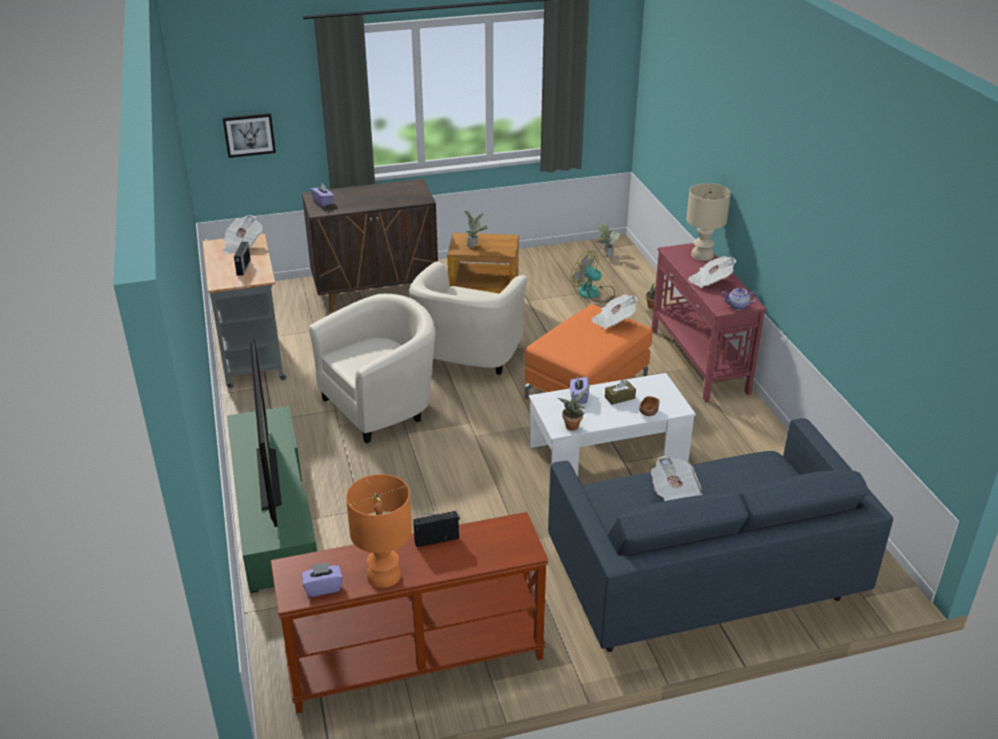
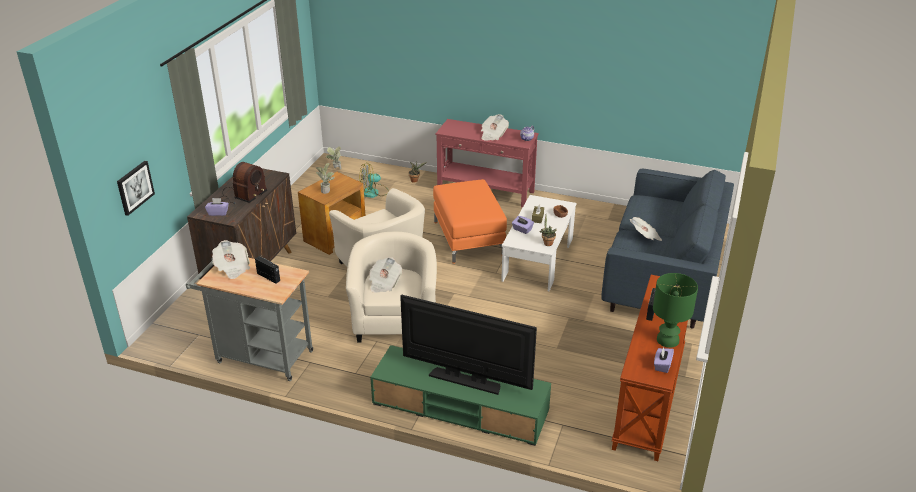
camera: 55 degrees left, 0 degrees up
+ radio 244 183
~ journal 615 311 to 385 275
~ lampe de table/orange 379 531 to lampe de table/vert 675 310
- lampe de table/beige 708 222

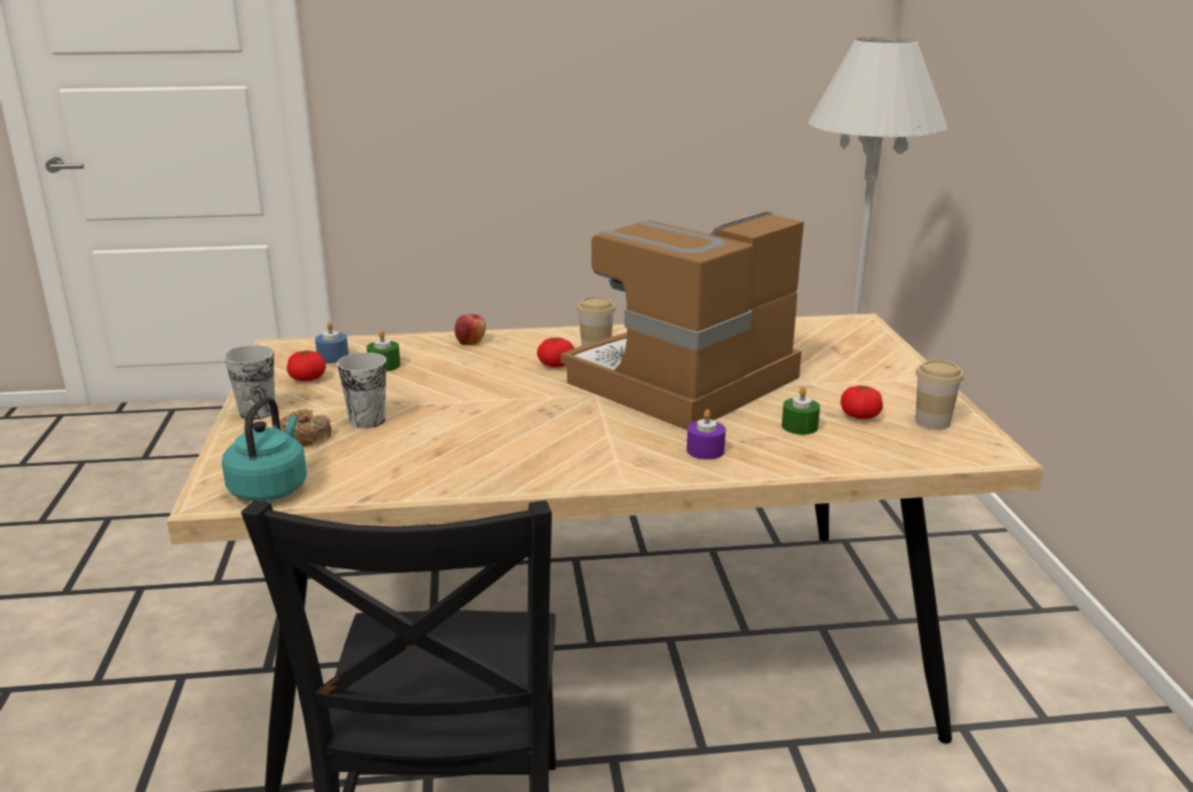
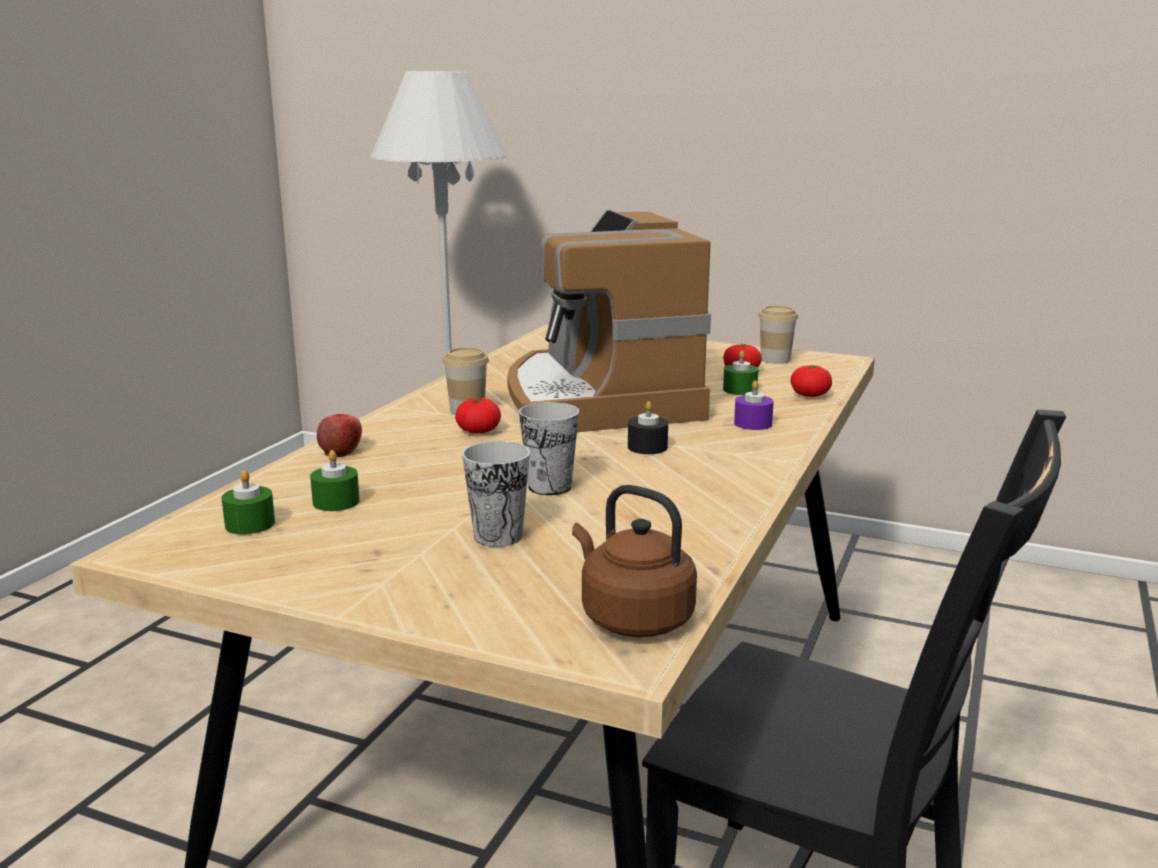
camera: 60 degrees left, 5 degrees down
~ bougie/bleu 332 342 to bougie/vert 248 502
~ tasse 249 382 to 549 448
~ bouilloire/turquoise 264 449 to bouilloire/marron 634 561
+ bougie/noir 648 427
~ tomate 306 366 to 811 381
- beignet 305 427

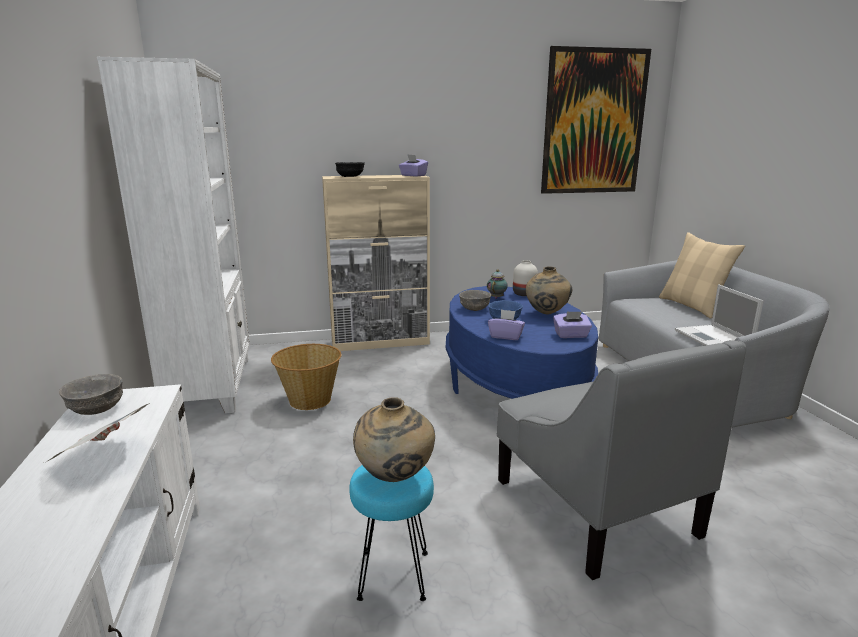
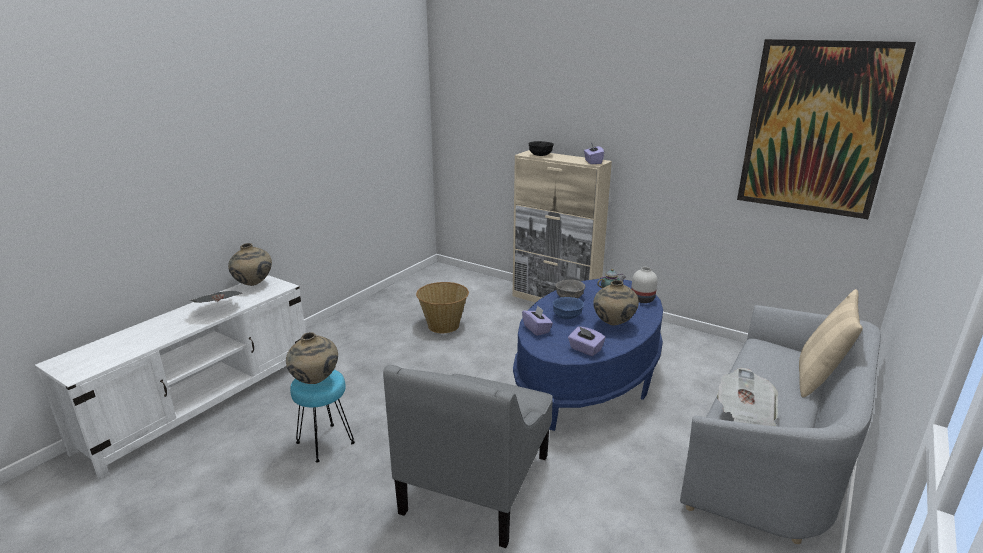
camera: 45 degrees right, 5 degrees up
~ bol/gris 91 394 to vase/beige 250 264
~ ordinateur portable 719 315 to journal 747 397
- bibliothèque/blanc 173 235

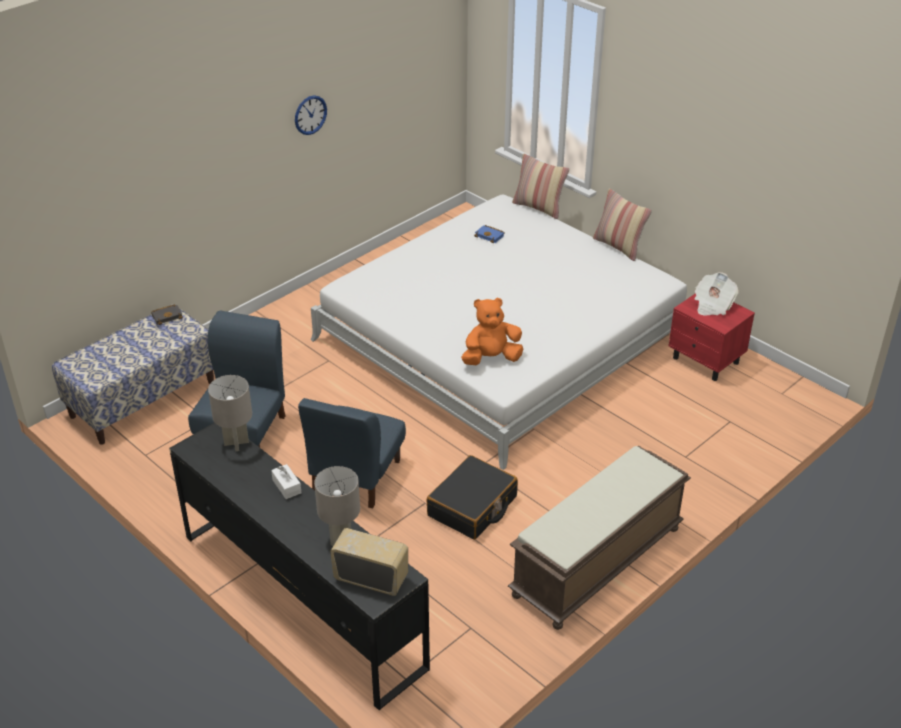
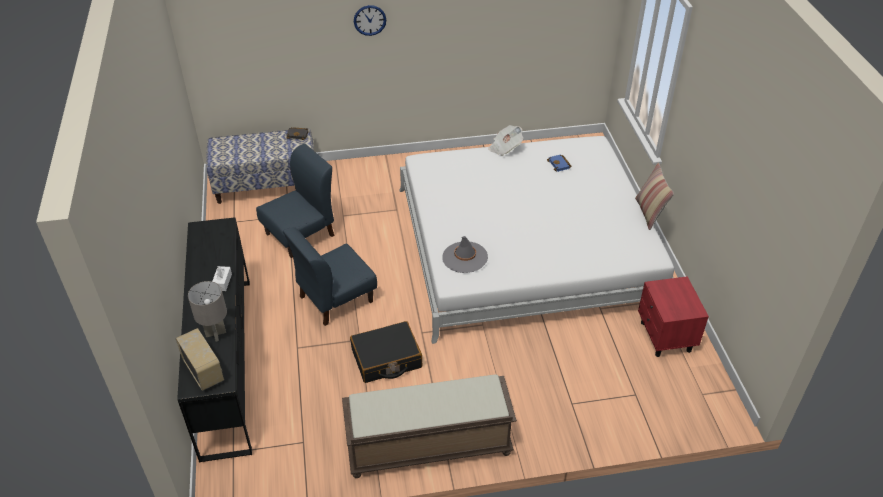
camera: 35 degrees right, 5 degrees up
~ horloge murale 311 115 to 370 20
~ peluche/orange 492 331 to chapeau/gris 465 254
~ journal 716 294 to 505 140
- lampe de table/gris 230 413
- coussin 540 186

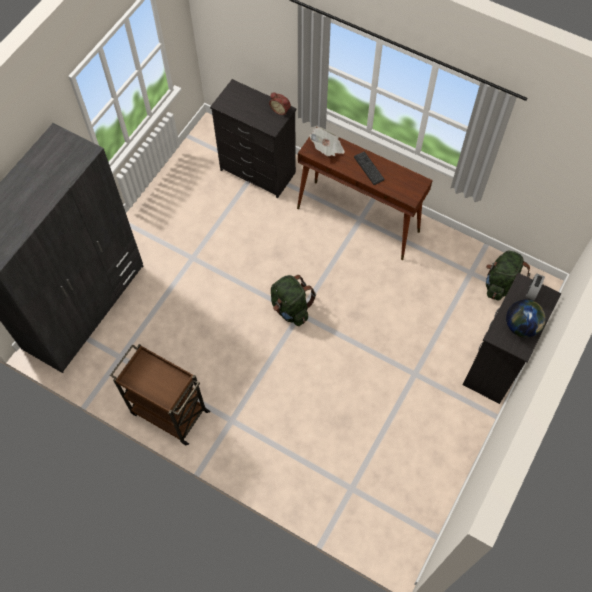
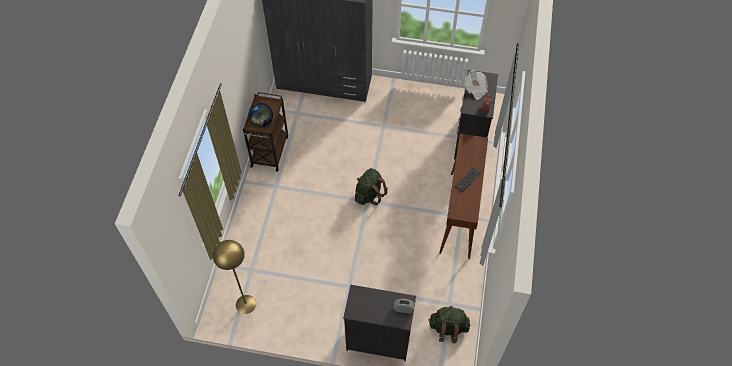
camera: 70 degrees right, 5 degrees down
+ lampadaire/jaune 234 277
~ globe 526 318 to 260 115
~ journal 327 142 to 476 85

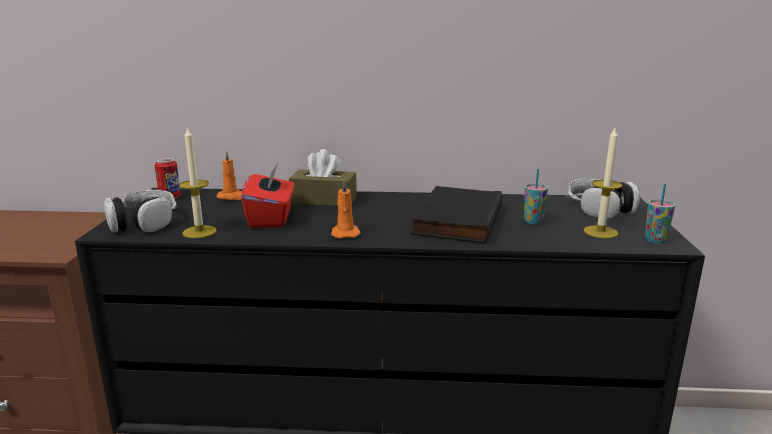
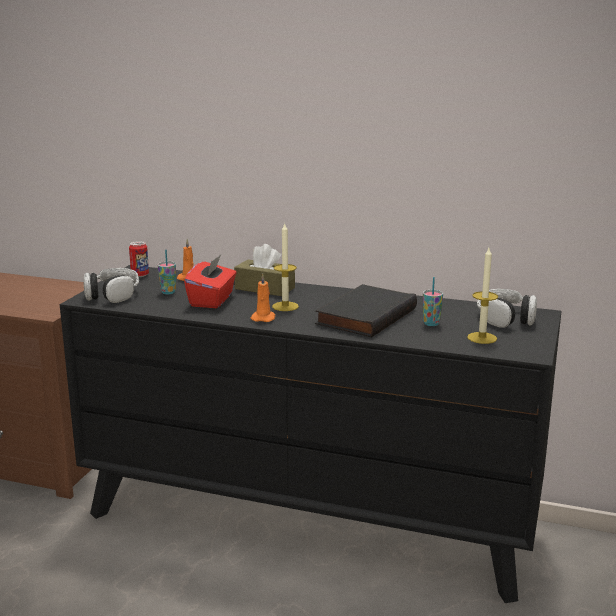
camera: 15 degrees right, 0 degrees up
~ tasse 660 214 to 166 272
~ bougie 198 182 to 285 267

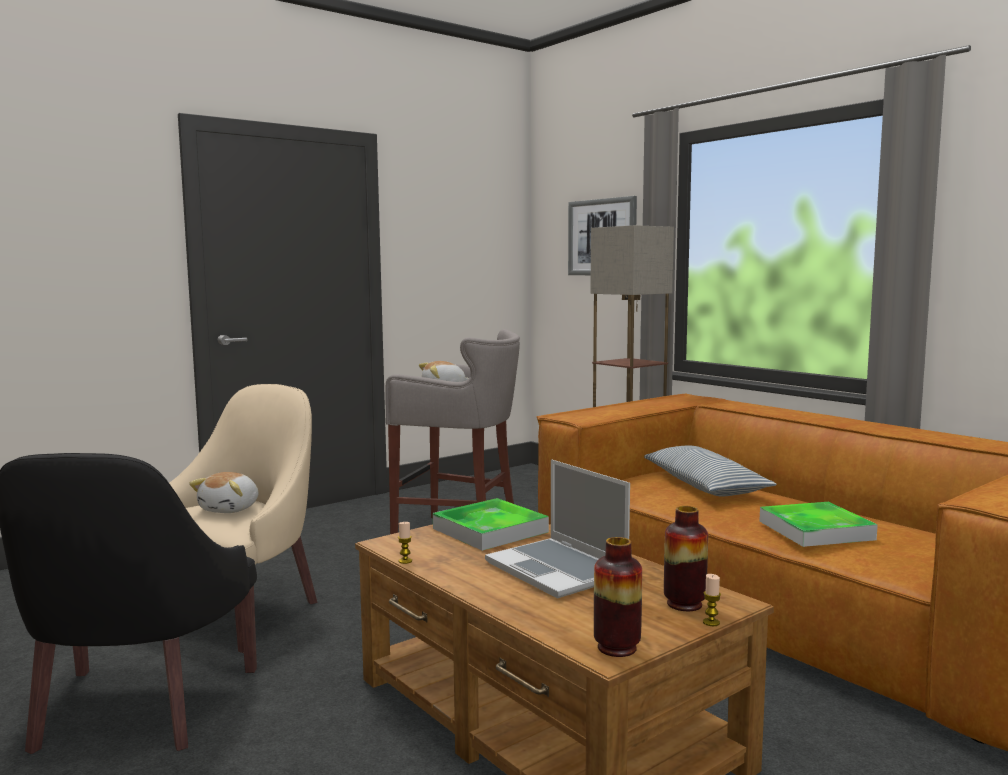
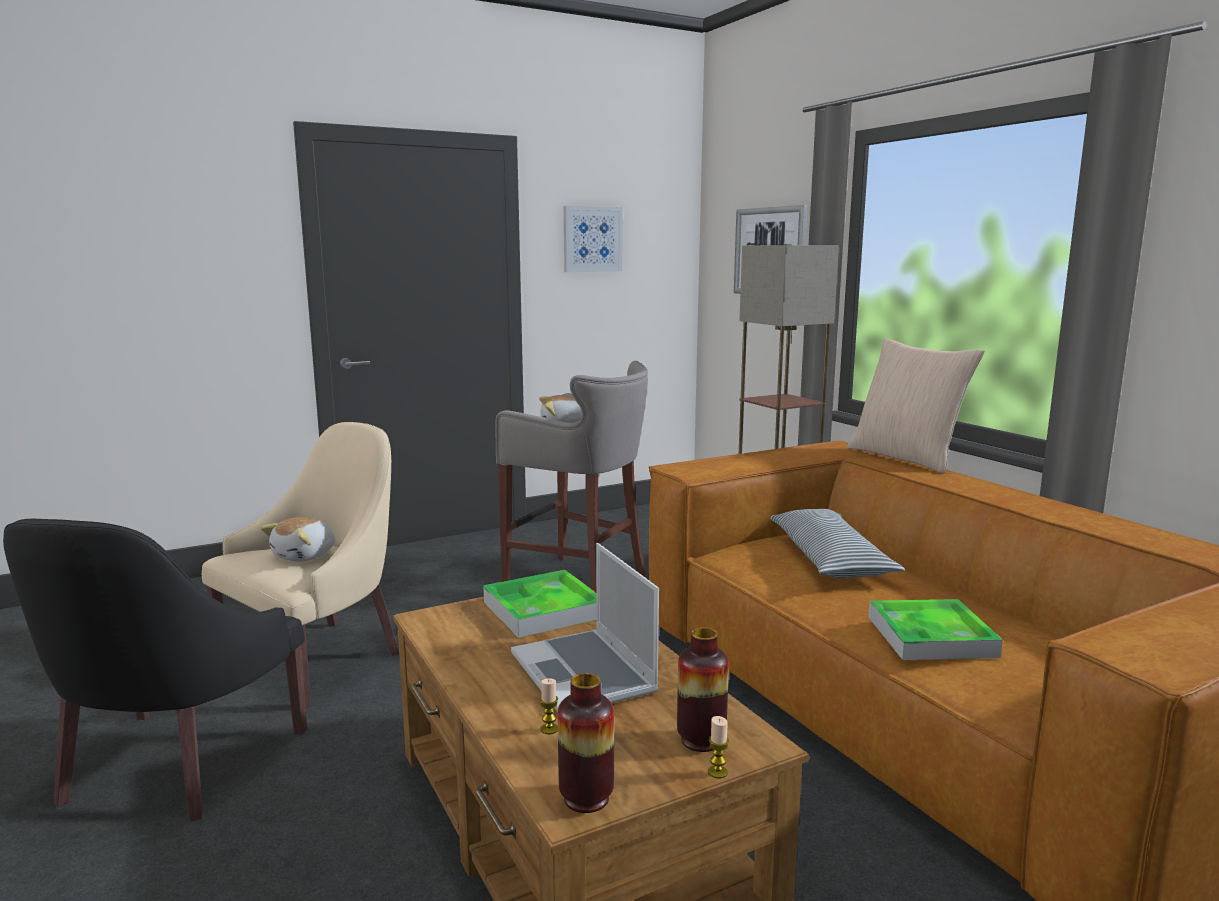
camera: 10 degrees right, 5 degrees up
~ bougie 405 543 to 548 706
+ tableau 593 239
+ coussin/beige 916 406

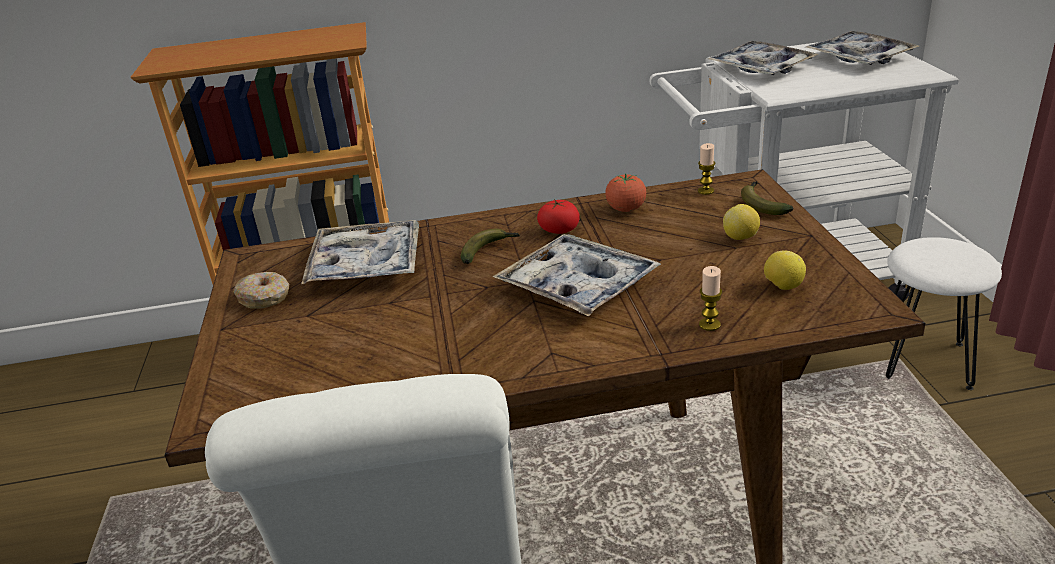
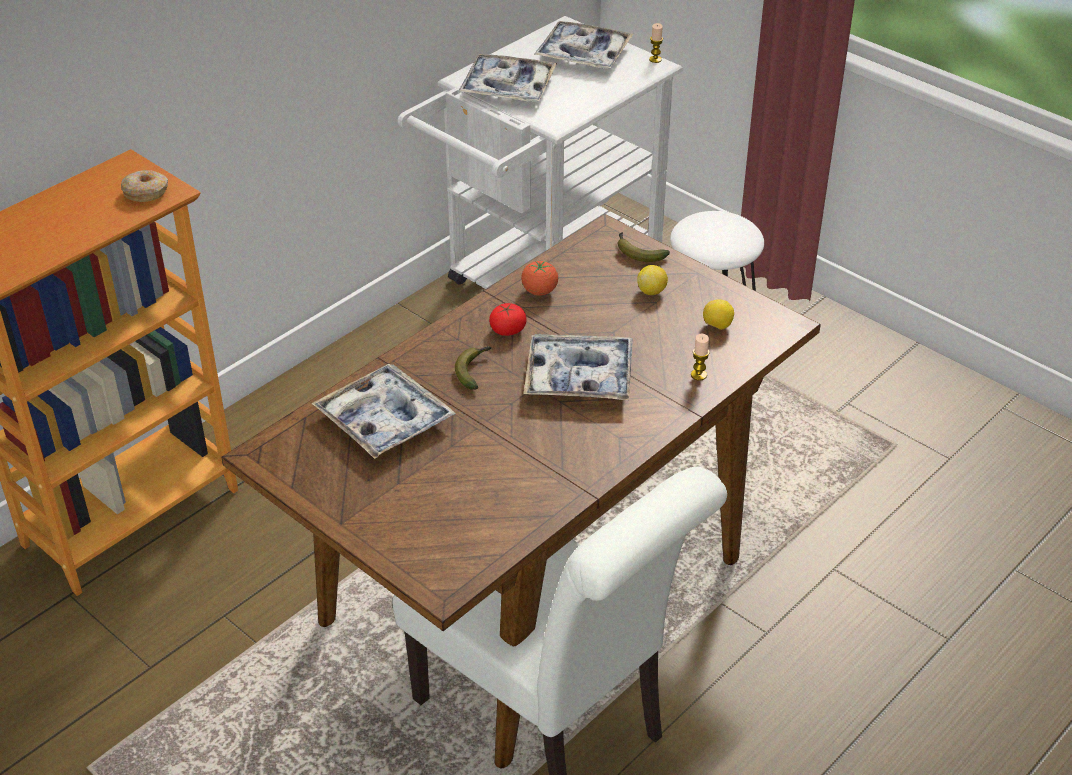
camera: 40 degrees left, 10 degrees up
~ beignet 261 290 to 144 186
~ bougie 706 169 to 656 43

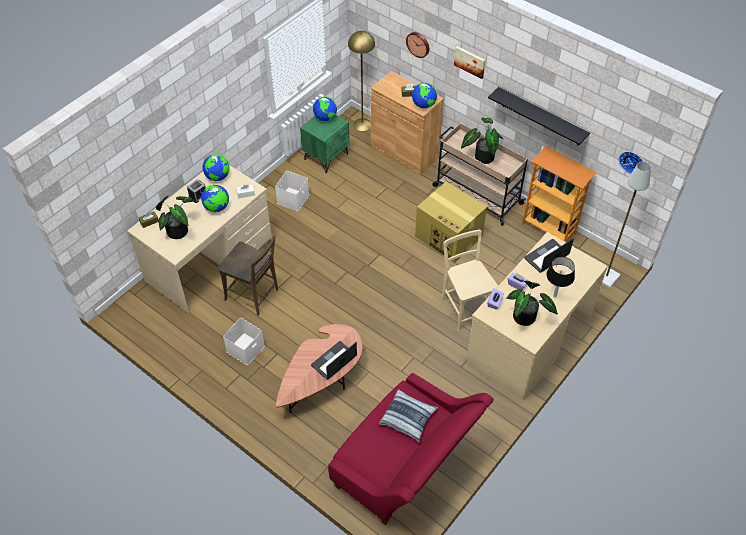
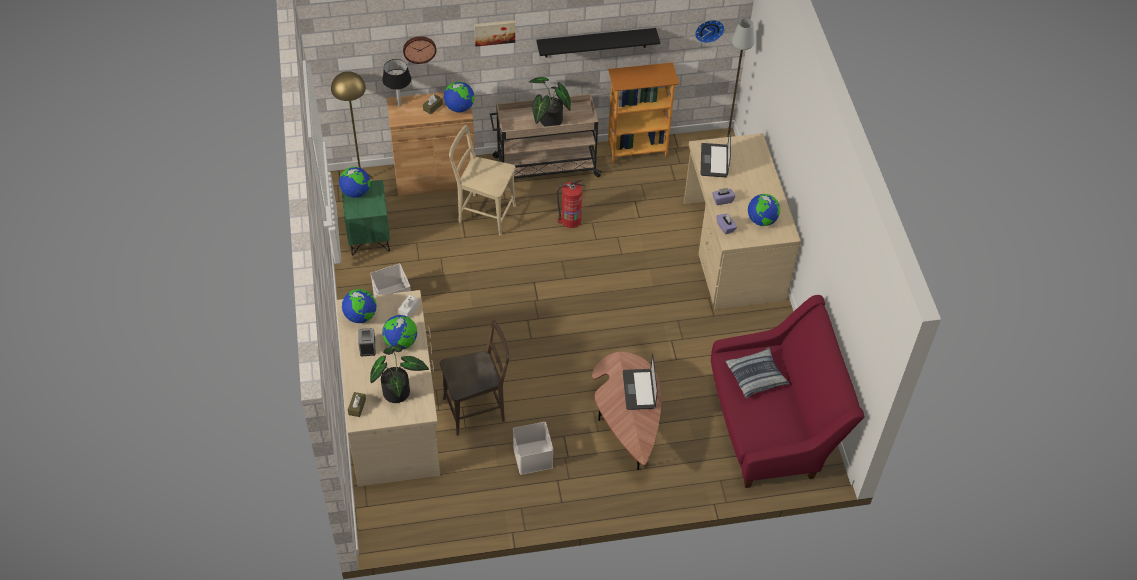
camera: 50 degrees left, 0 degrees up
~ lampe de table/noir 560 277 to 396 82
~ chaise/beige 469 280 to 482 180
~ carton 451 222 to extincteur 571 203
~ plante en pot 532 303 to globe 764 210

